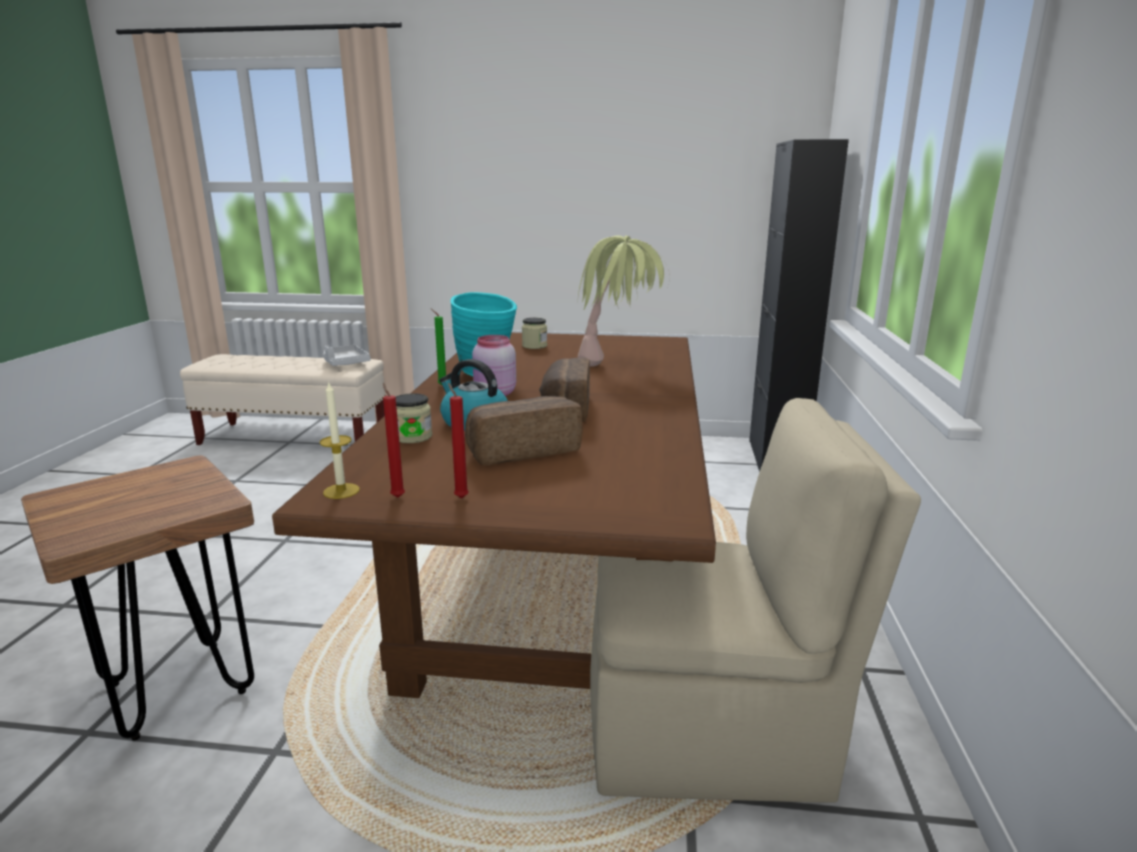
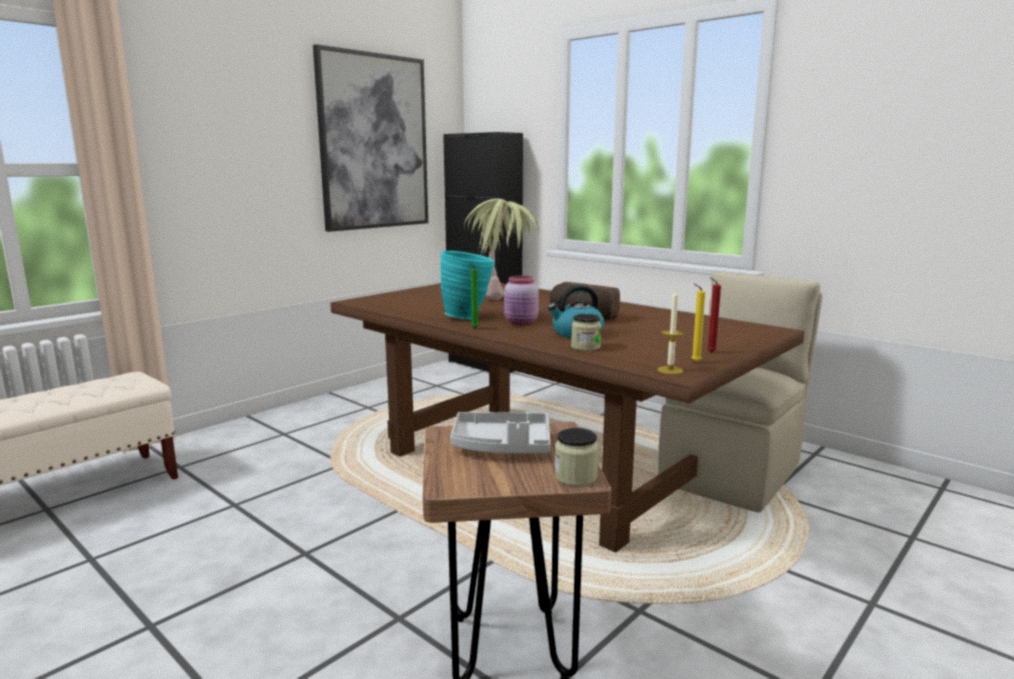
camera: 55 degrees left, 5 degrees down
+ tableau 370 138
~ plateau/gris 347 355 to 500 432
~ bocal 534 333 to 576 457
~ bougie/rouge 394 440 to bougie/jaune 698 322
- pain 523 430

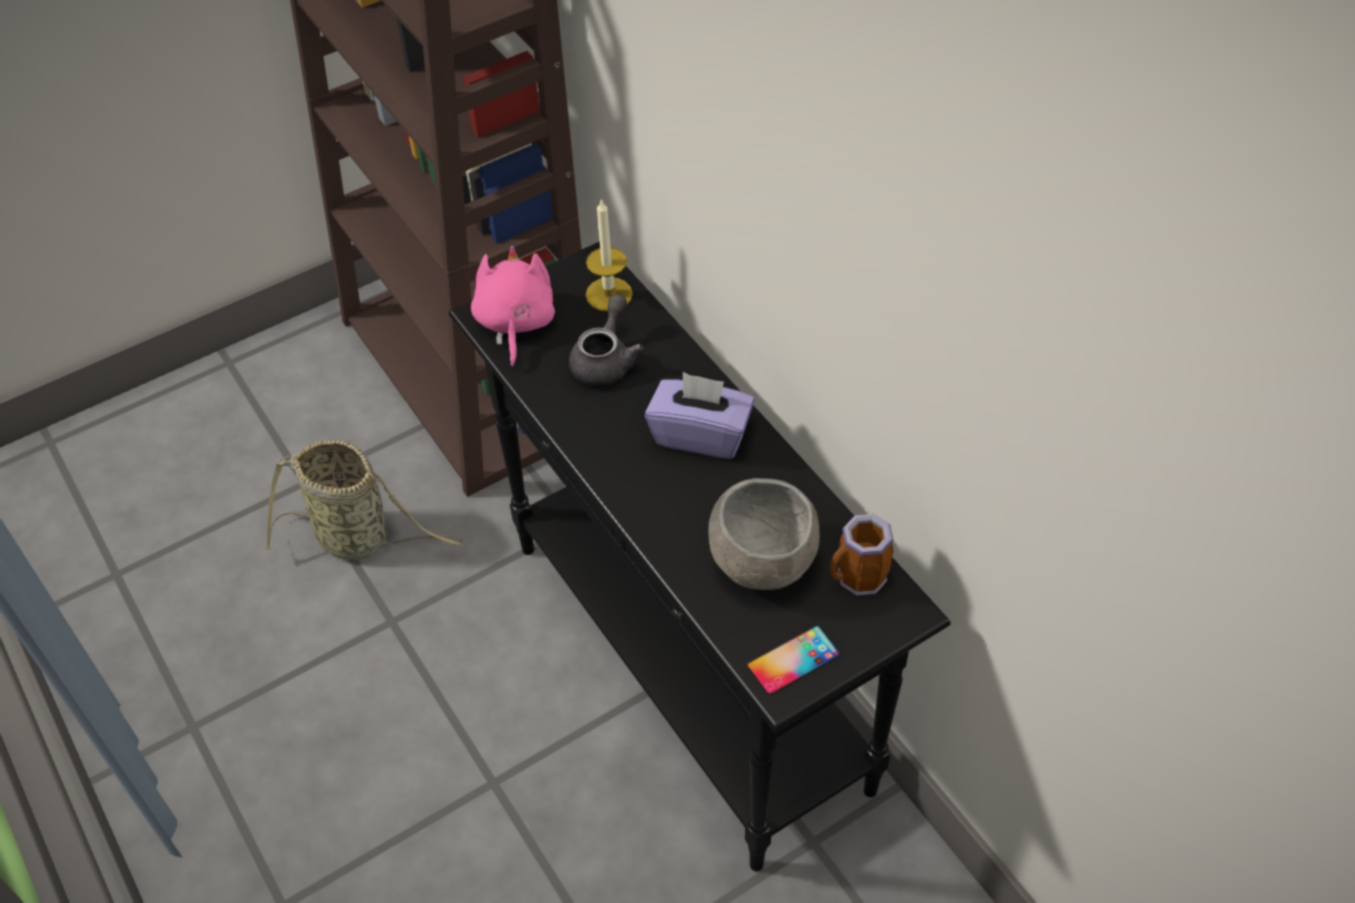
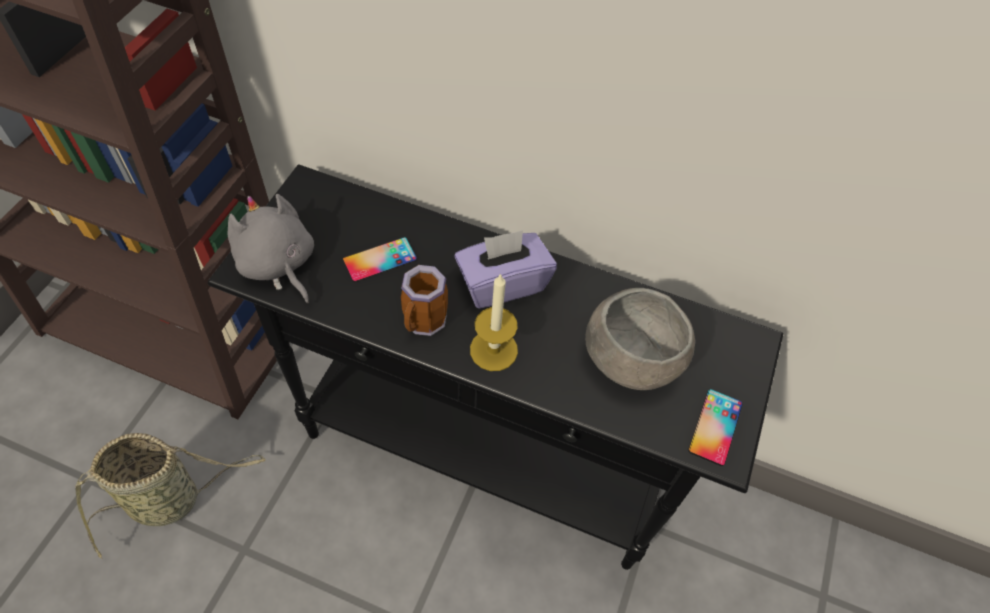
camera: 40 degrees left, 5 degrees up
~ peluche/rose 513 306 to peluche/gris 270 248
~ théière/gris 606 340 to téléphone 380 259
~ mug 861 555 to 424 300
~ bougie 609 254 to 494 322

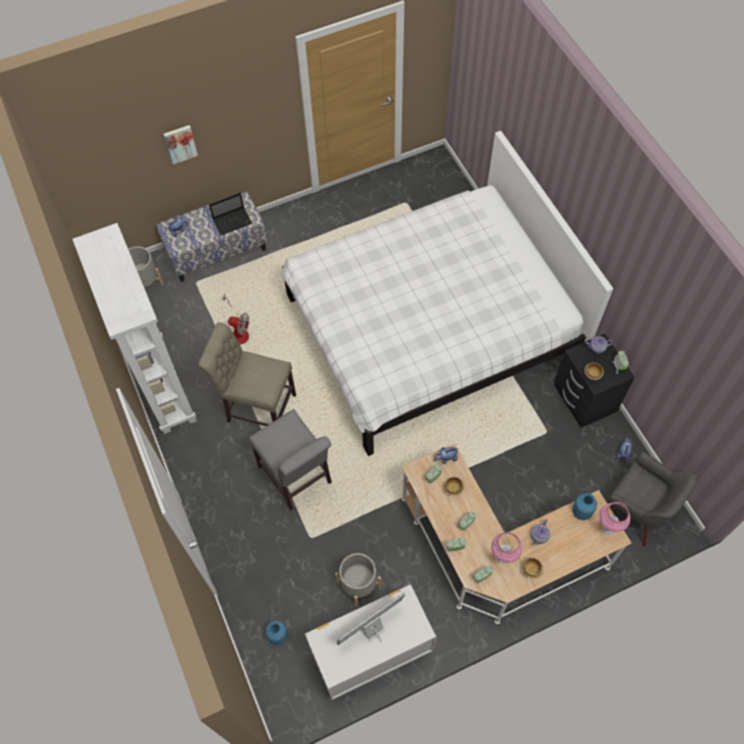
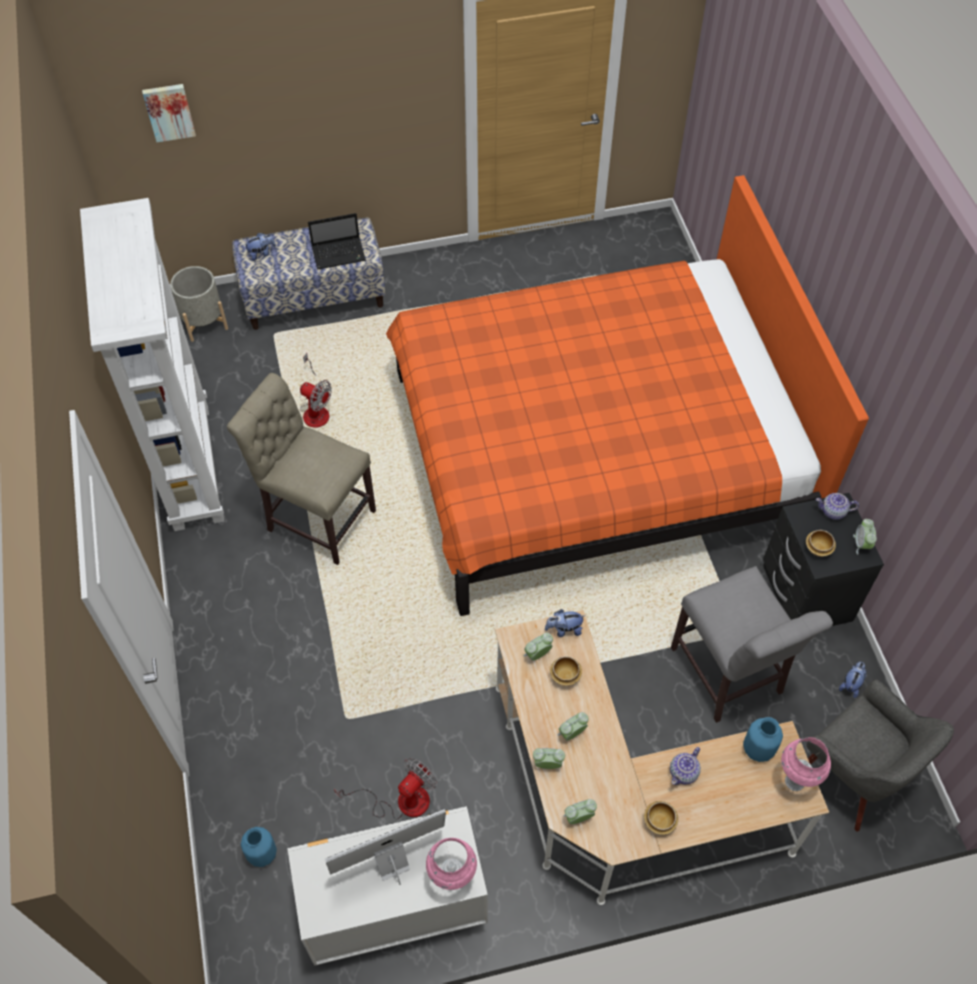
camera: 10 degrees right, 5 degrees down
~ tableau 181 144 to 169 113
~ cache-pot/gris 358 580 to ventilateur 385 789
~ lit/blanc 446 293 to lit/orange 627 395
~ lampe de table/rose 506 548 to 451 864
~ chaise/gris 290 460 to 752 644

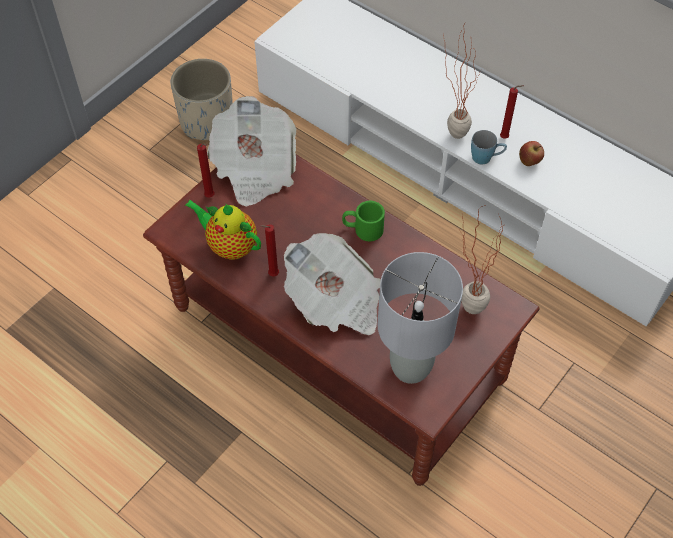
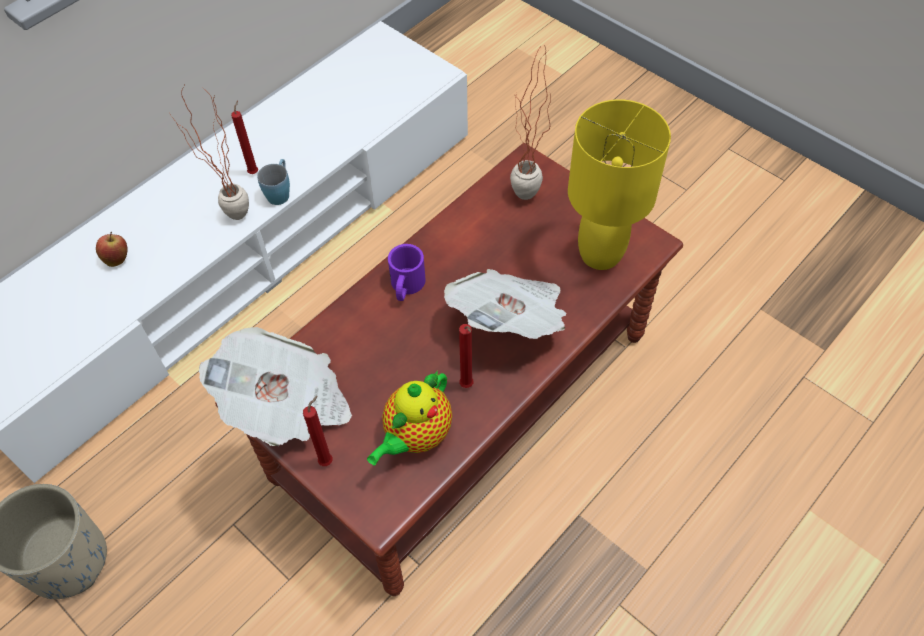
camera: 85 degrees left, 0 degrees up
~ pomme 531 153 to 111 249
~ mug/vert 363 221 to mug/violet 406 272
~ lampe de table/gris 420 318 to lampe de table/jaune 619 184

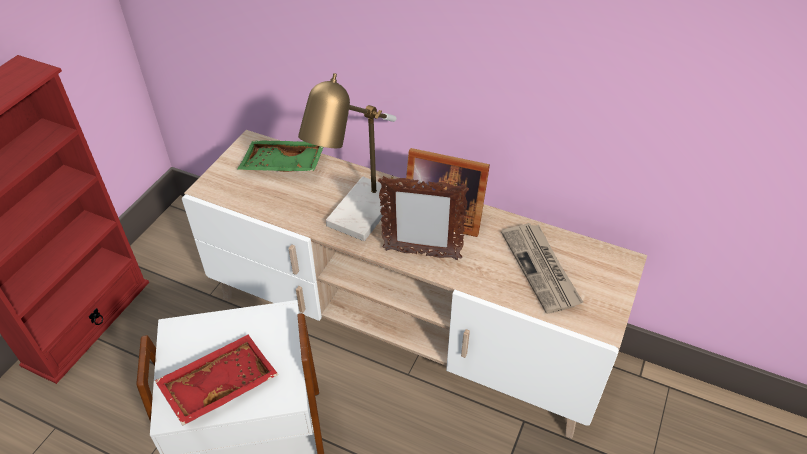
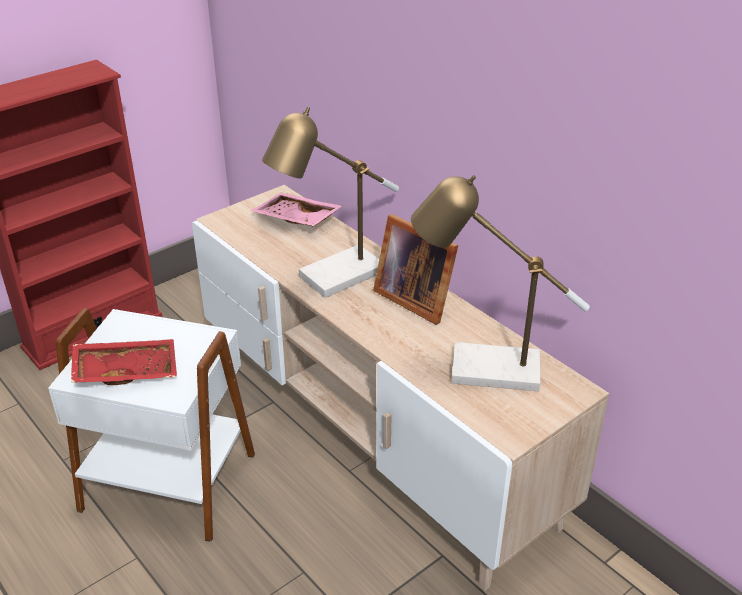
camera: 25 degrees right, 10 degrees down
~ plateau/vert 280 156 to plateau/rose 296 209
~ journal 542 268 to lampe de table 500 283
- cadre photo 423 217

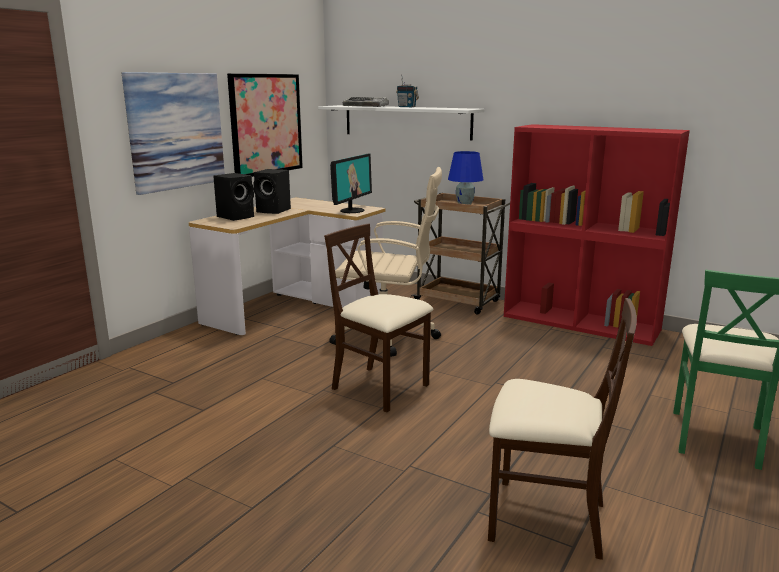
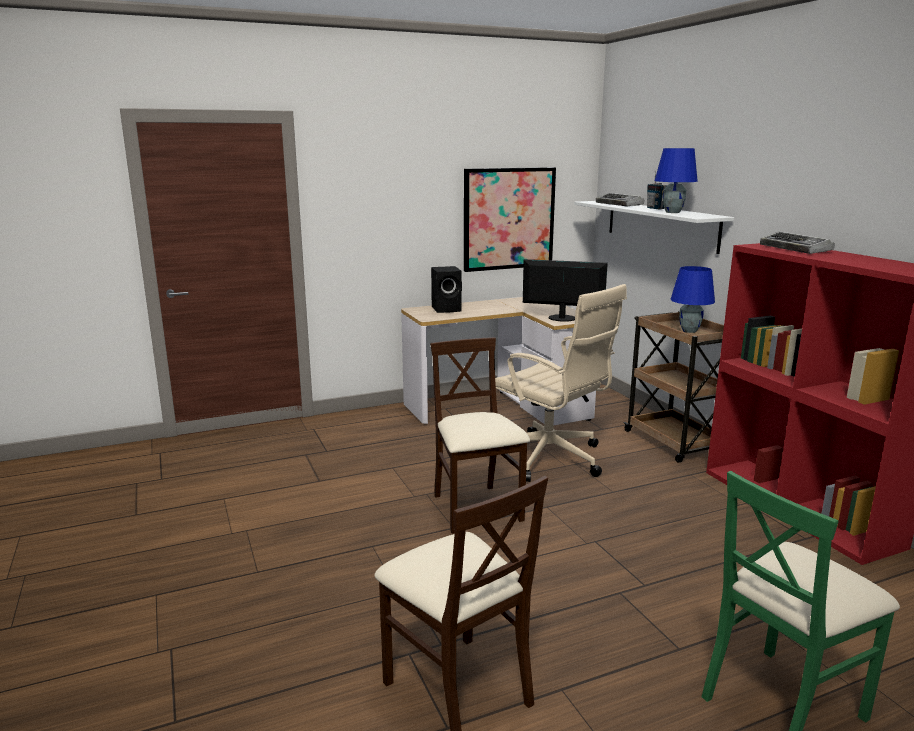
camera: 35 degrees right, 0 degrees up
~ écran d'ordinateur 351 183 = 565 290 135 degrees counterclockwise
+ lampe de table/bleu 676 180
+ clavier 797 242
- tableau 173 133
- enceinte/noir 272 191

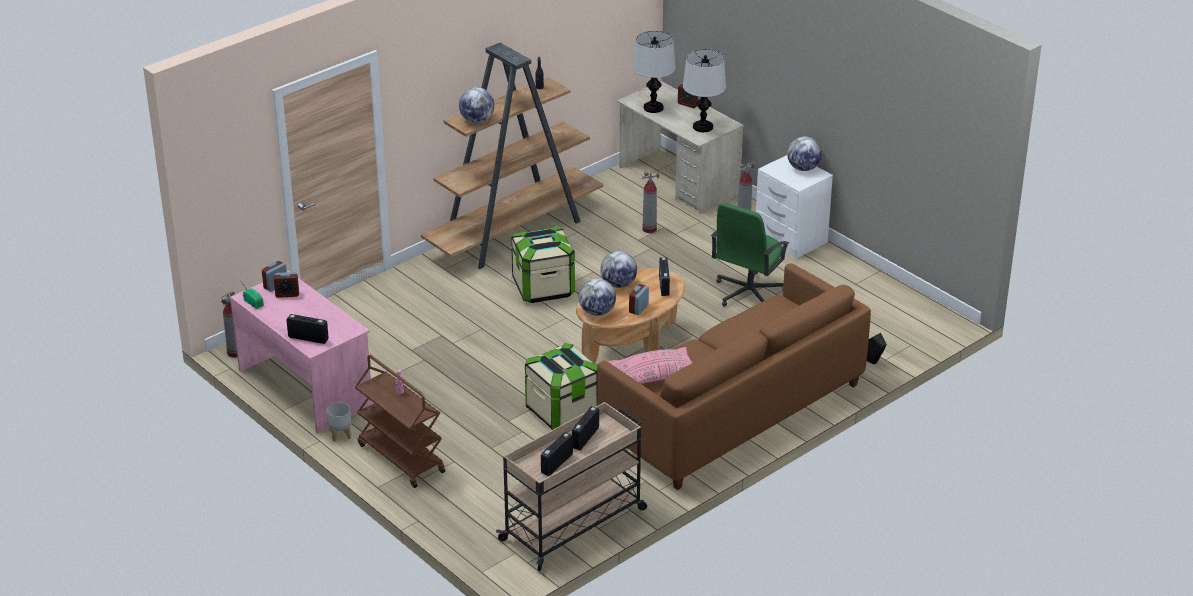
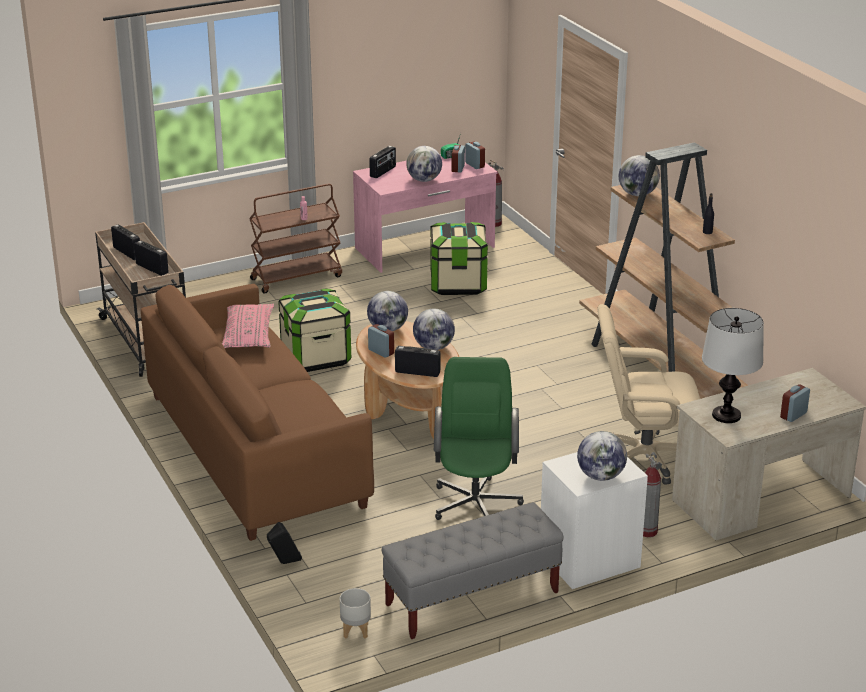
camera: 105 degrees right, 5 degrees down
~ cache-pot/gris 339 422 to 355 613
+ banc/gris 472 570
+ globe 424 164
~ boîte de rangement 543 264 to 459 258
~ chaise de bureau/vert 750 255 = 479 438 45 degrees clockwise
~ extincteur 650 202 to chaise de bureau/beige 648 394
- lampe de table 654 72

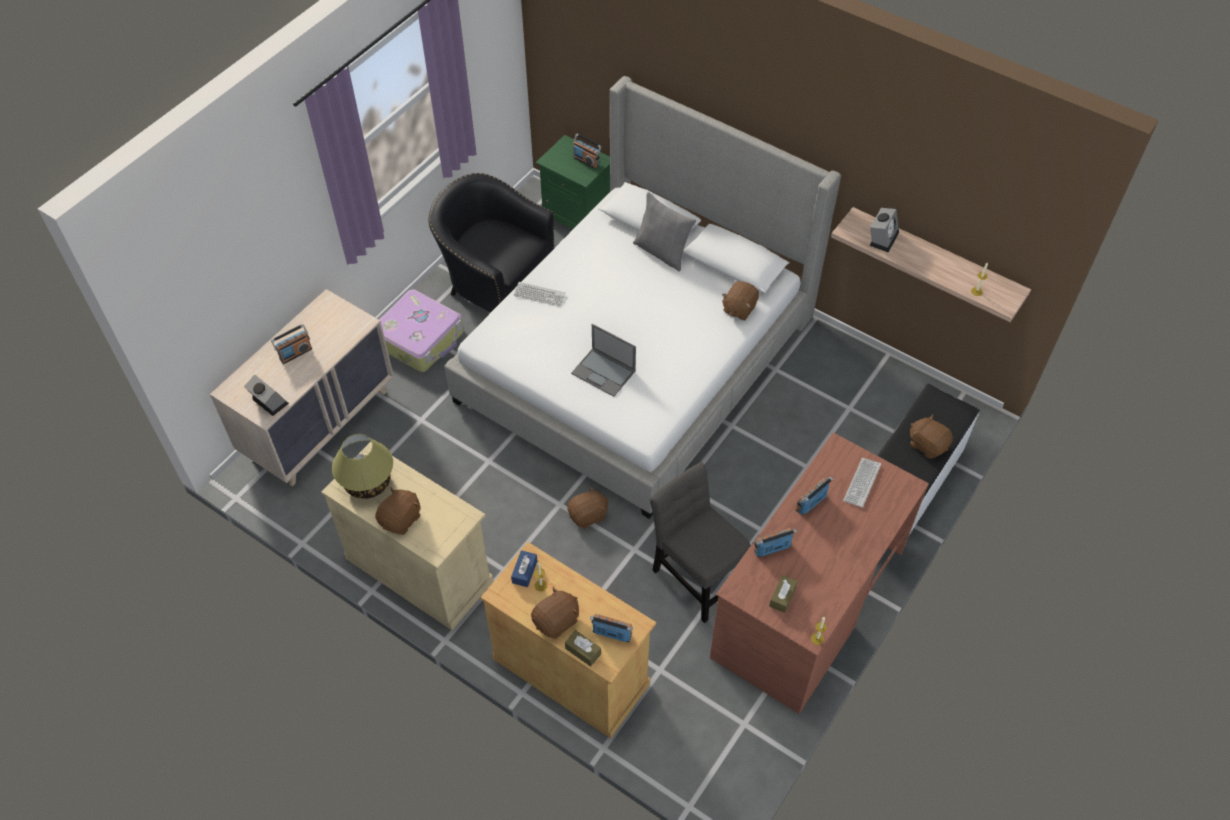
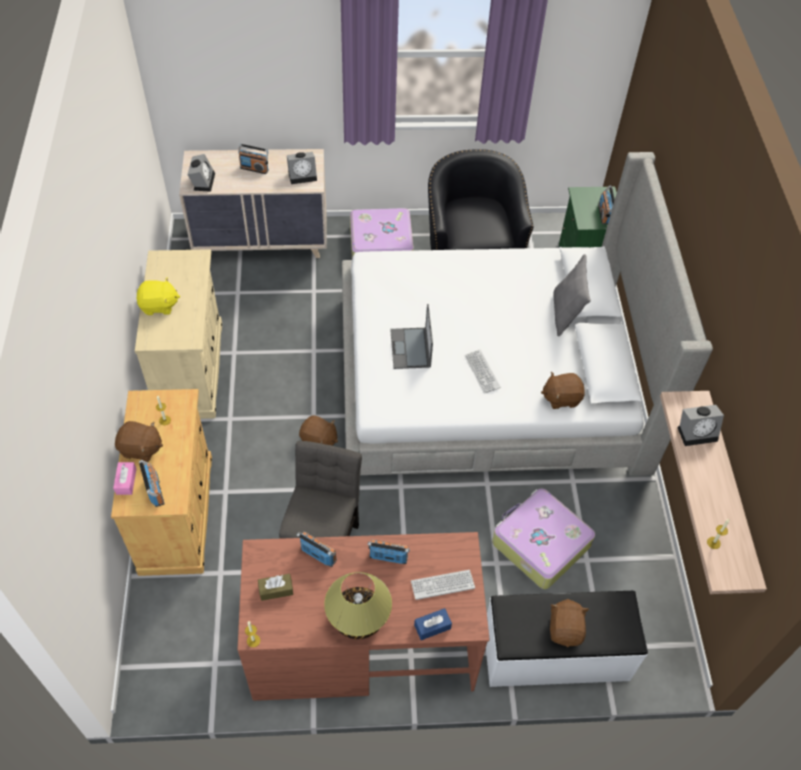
camera: 50 degrees right, 0 degrees up
~ boîte à mouchoirs/marron 583 648 to boîte à mouchoirs/rose 124 478
~ peluche/marron 398 511 to peluche/jaune 158 296
+ réveil 302 168
~ lampe de table 362 466 to 358 605
~ boîte à mouchoirs/bleu 524 568 to 433 624
~ clavier 539 294 to 482 371
+ valise 543 539

